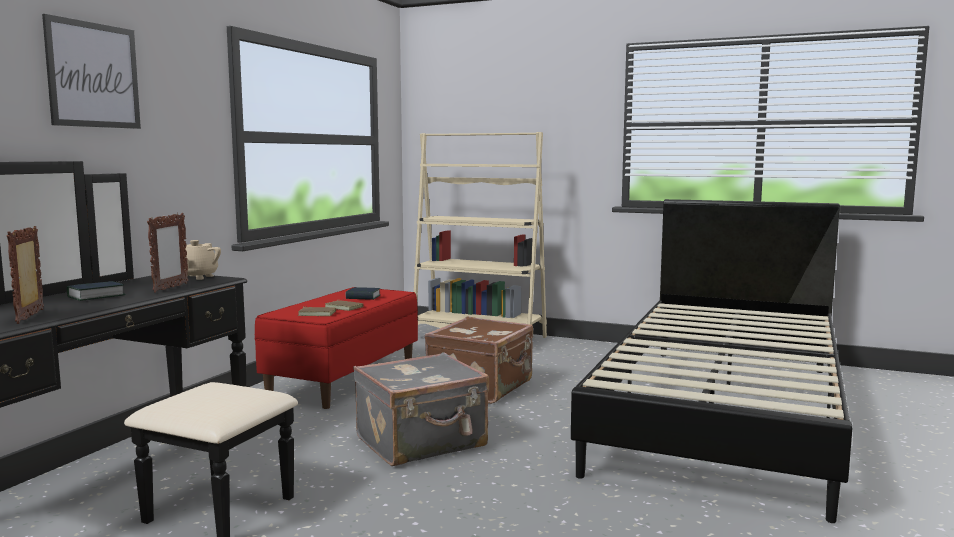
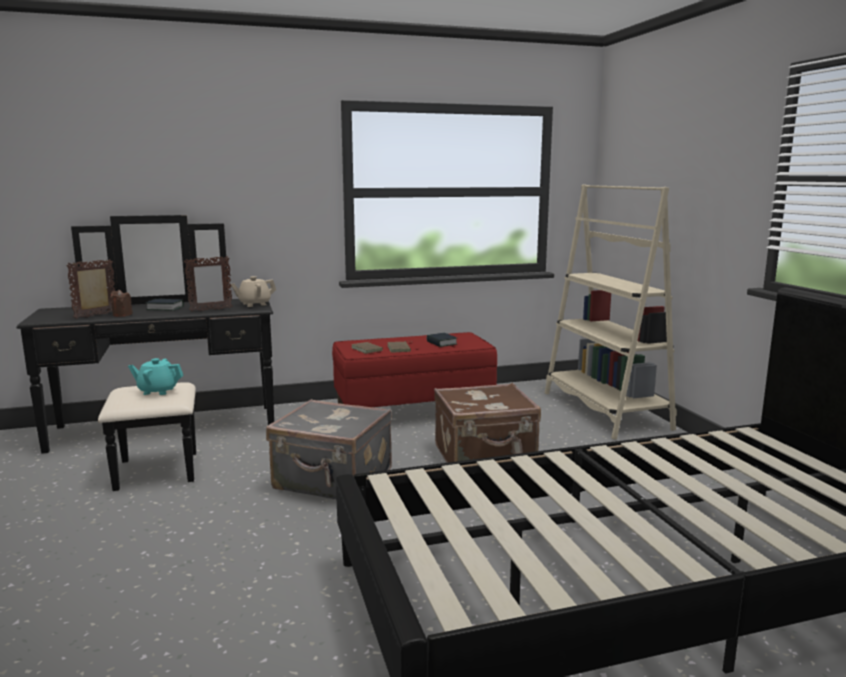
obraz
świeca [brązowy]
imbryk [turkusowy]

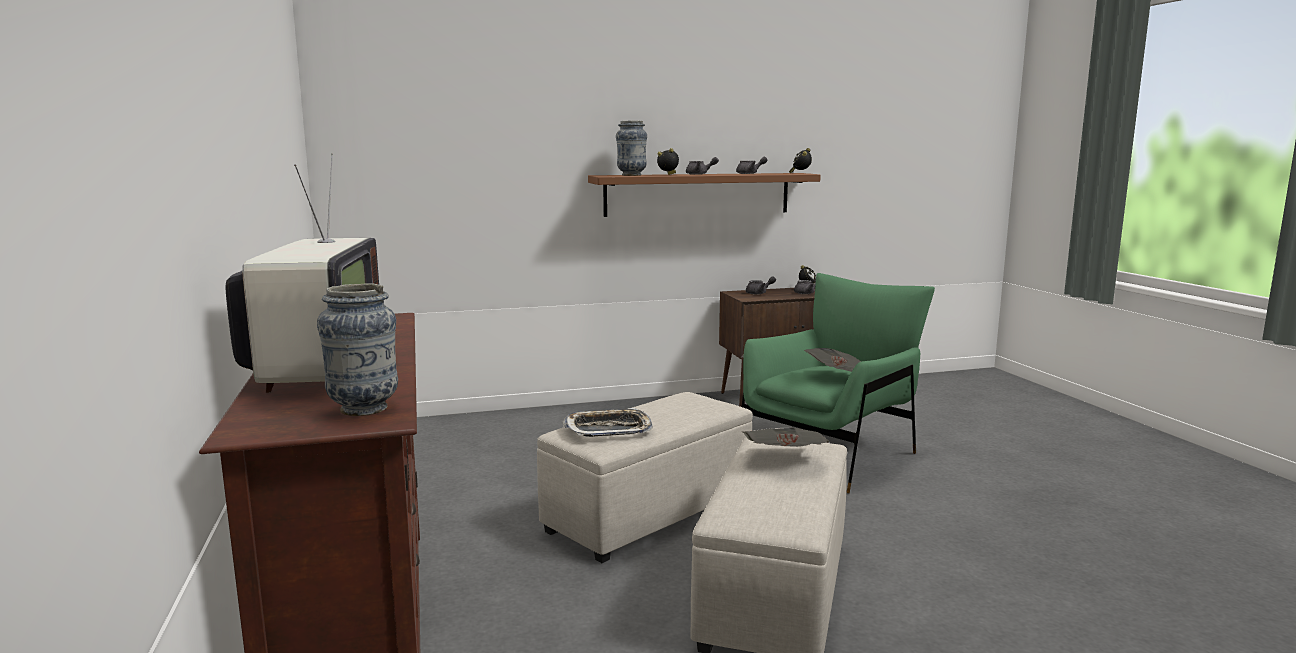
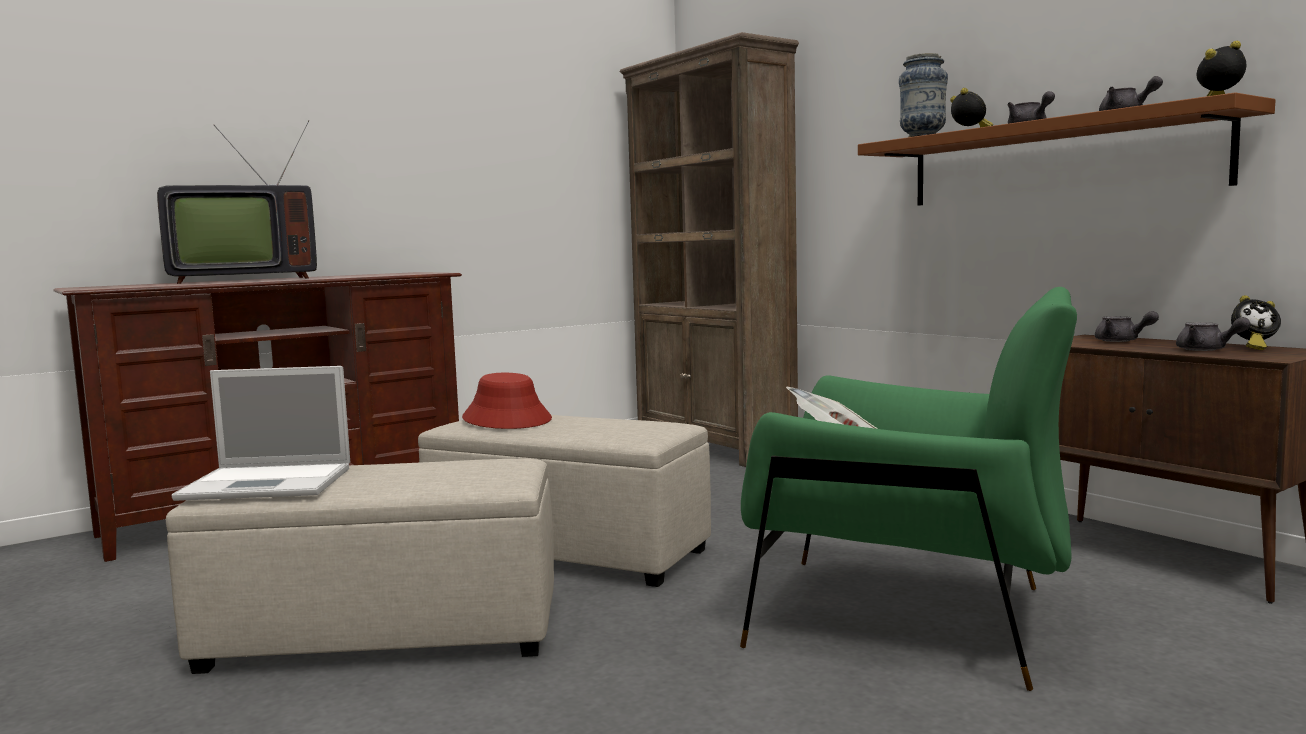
wazon (1st from left in the first image)
kapelusz [czerwony]
gazeta (1st from left in the first image)
regał [brązowy]
laptop

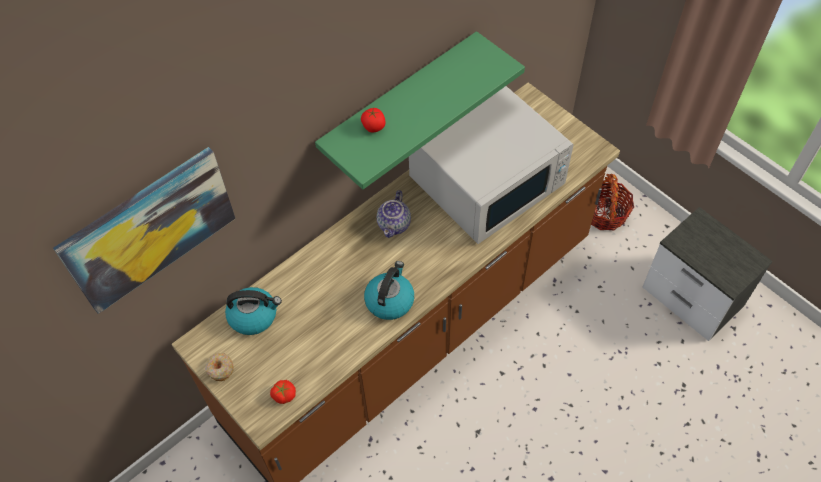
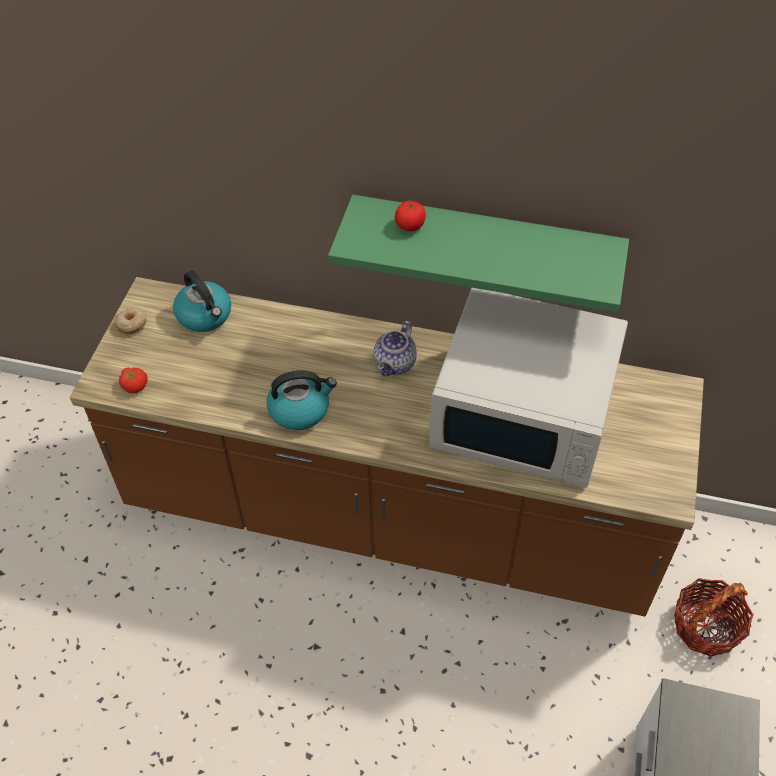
obraz
imbryk

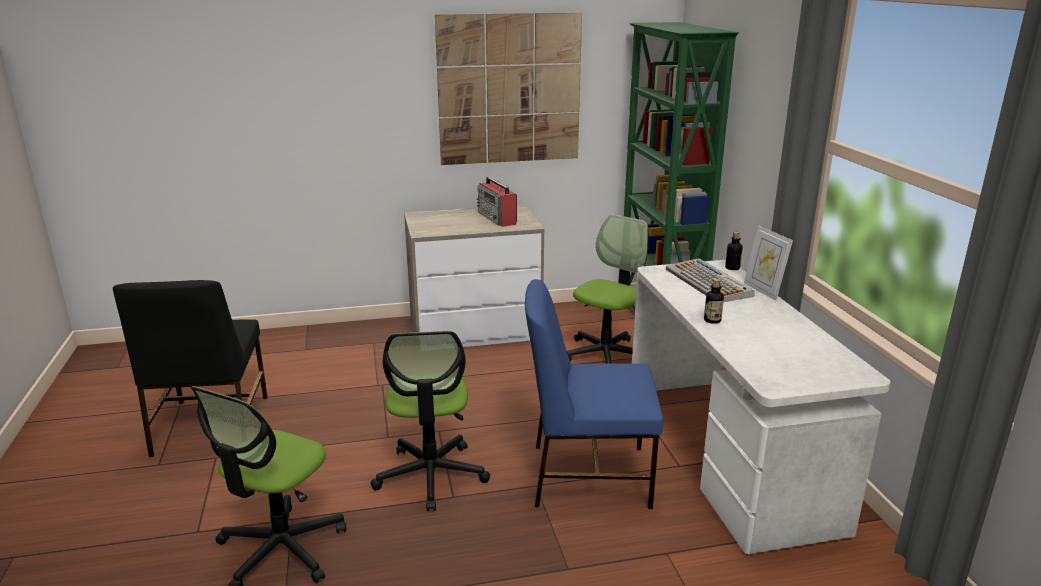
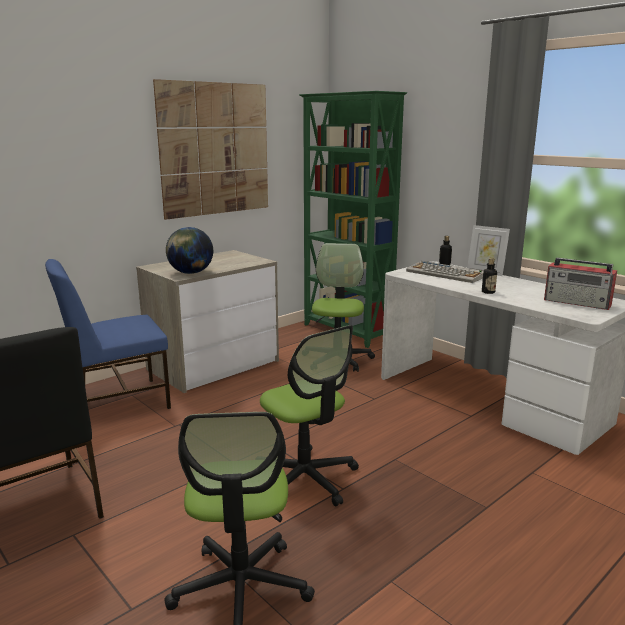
radio
krzesło [niebieski]
globus

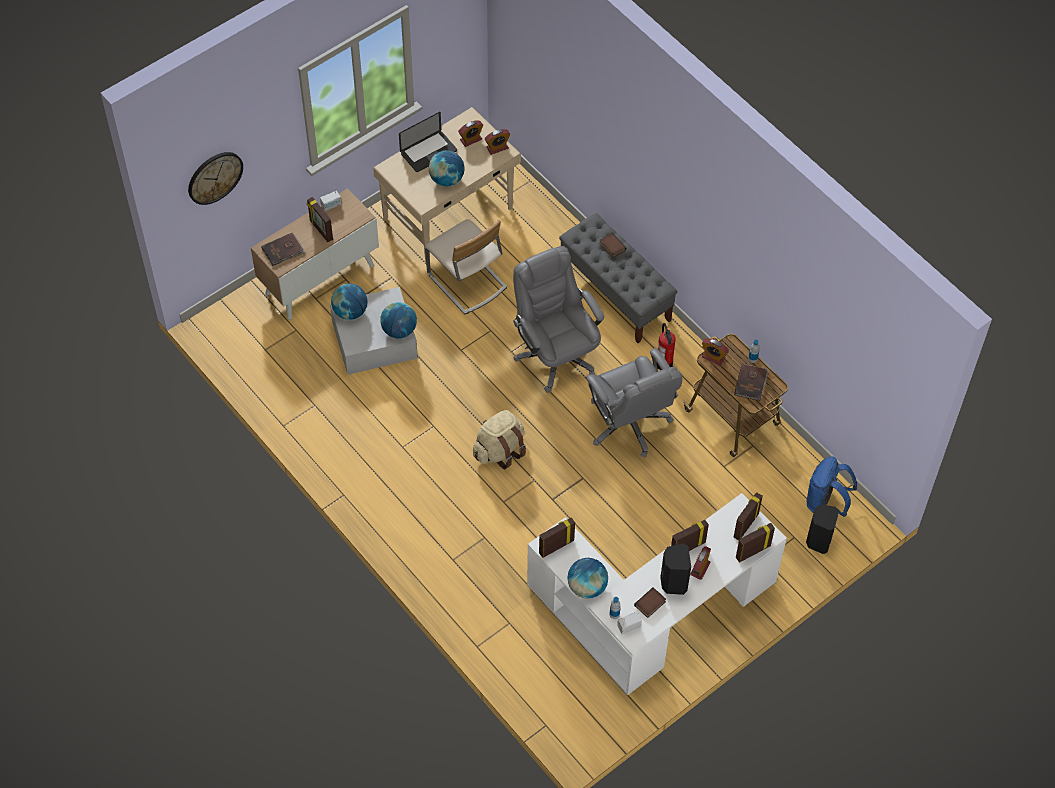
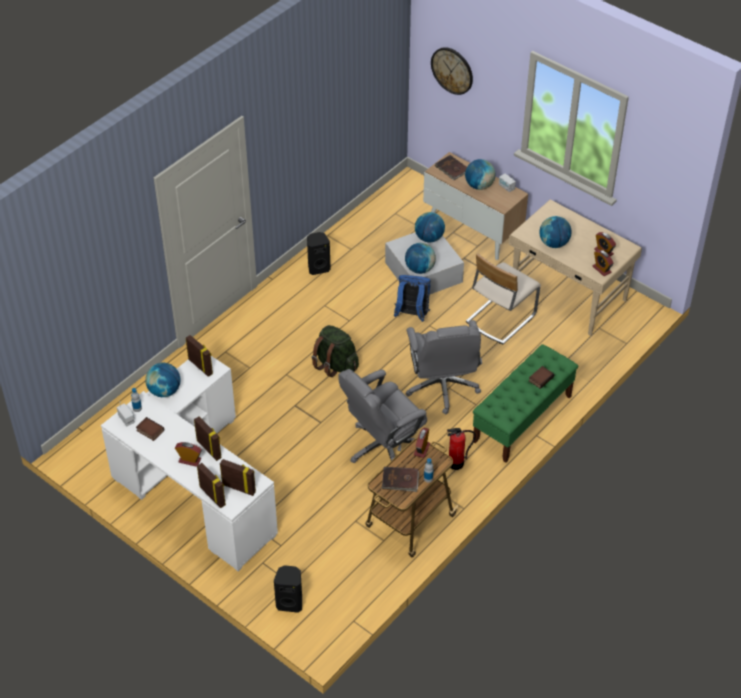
laptop
globus (4th from left)
ławka [zielony]
krzesło biurowe [szary] (2nd from left)
plecak [zielony]
plecak [niebieski]
głośnik [czarny] (2nd from left)

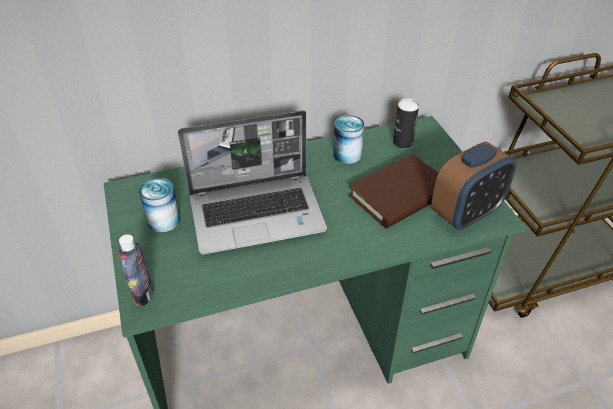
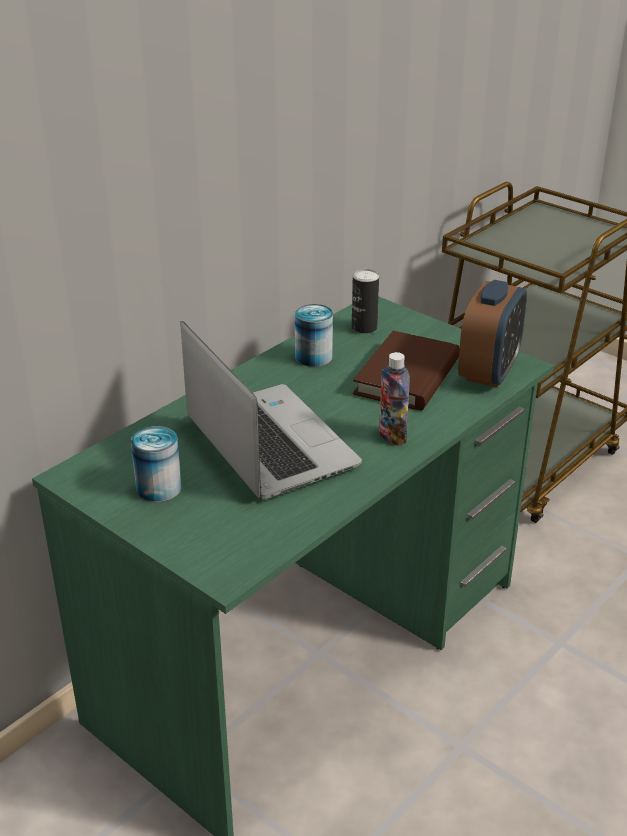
laptop
butelka

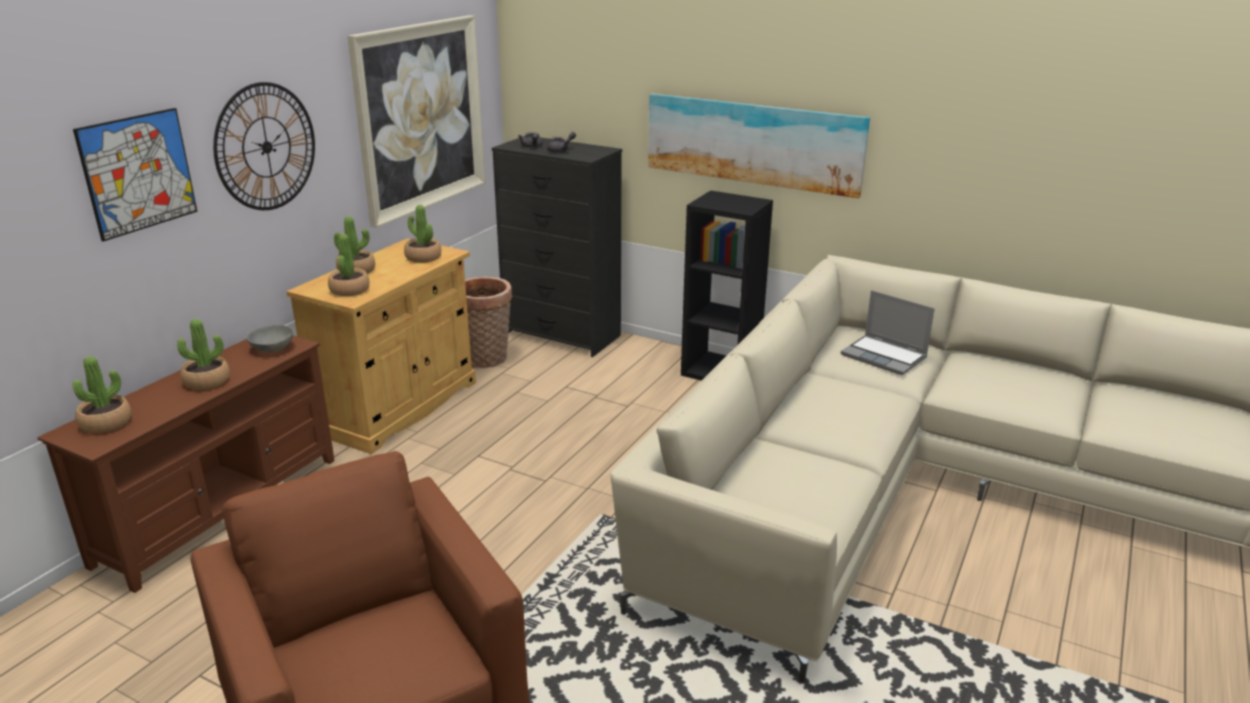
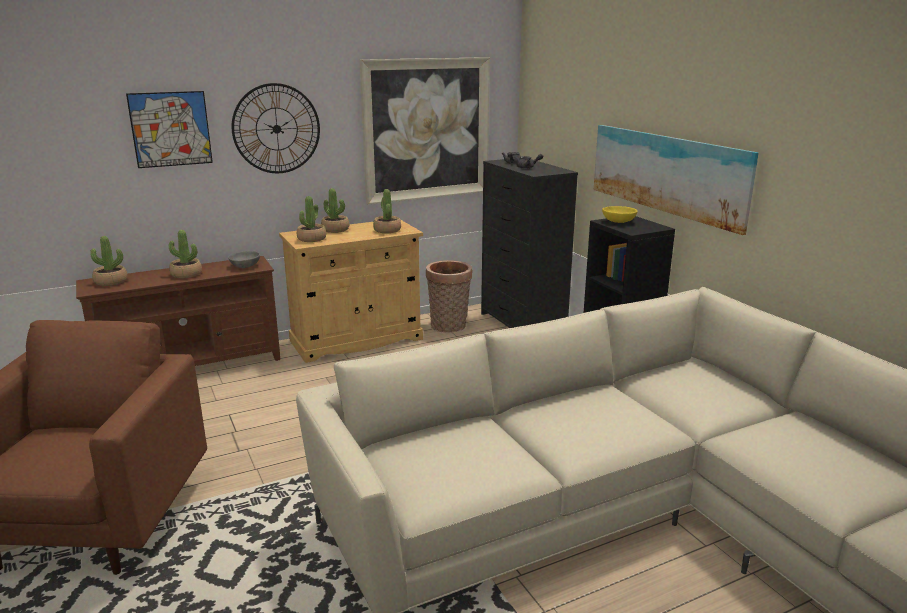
laptop
miska [żółty]

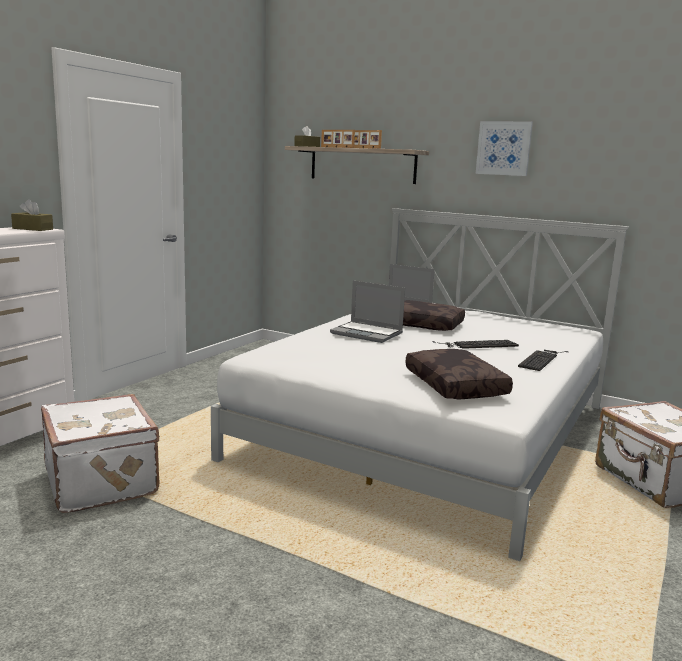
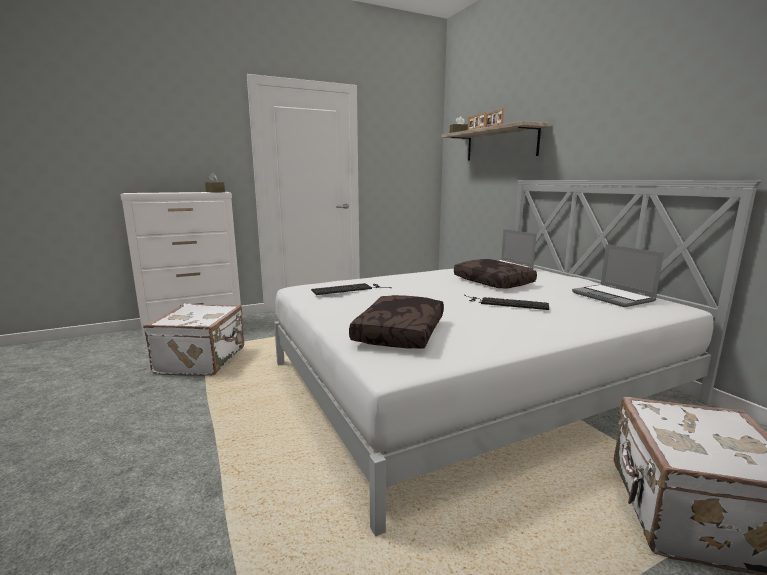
obraz
laptop (2nd from left)
klawiatura (1st from left)

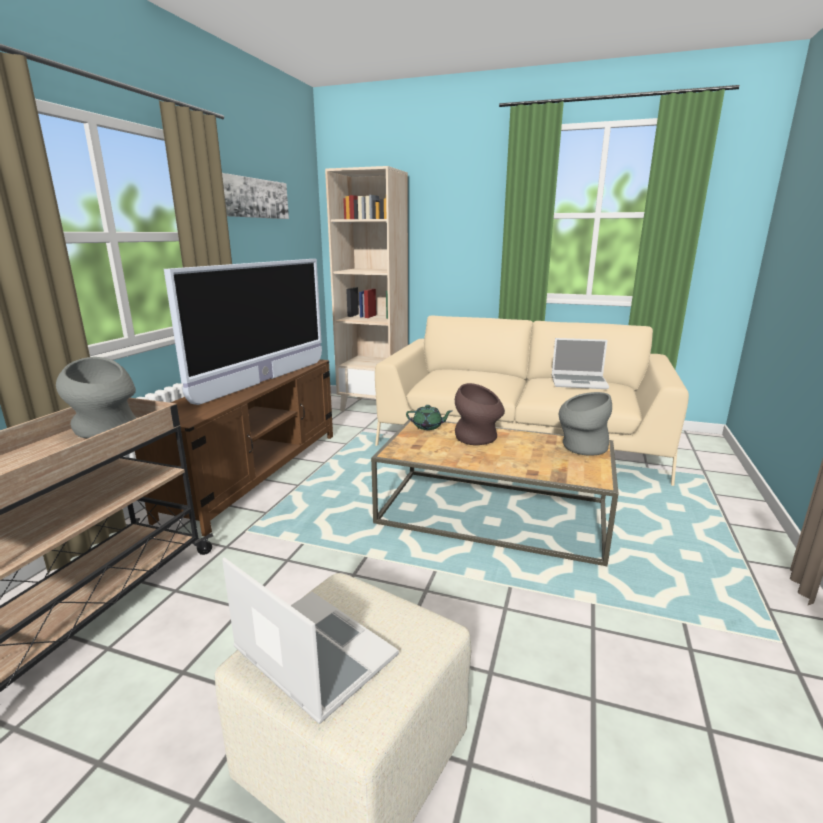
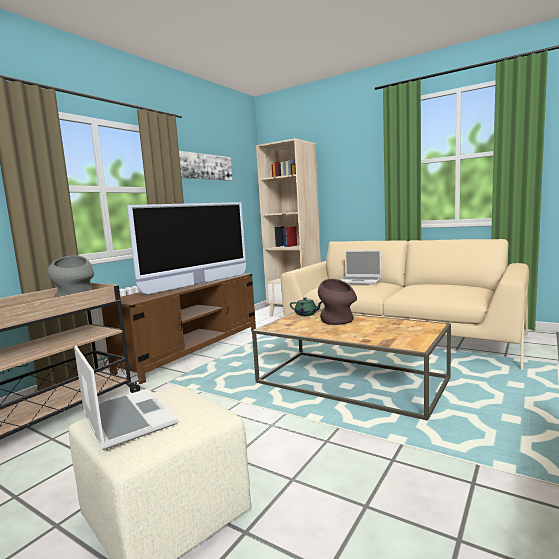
laptop (2nd from left)
wazon [szary] (2nd from left in the first image)

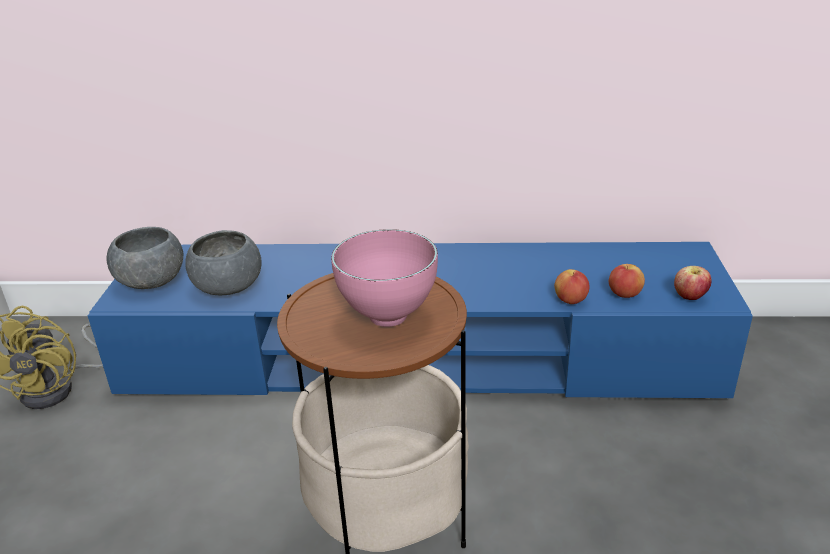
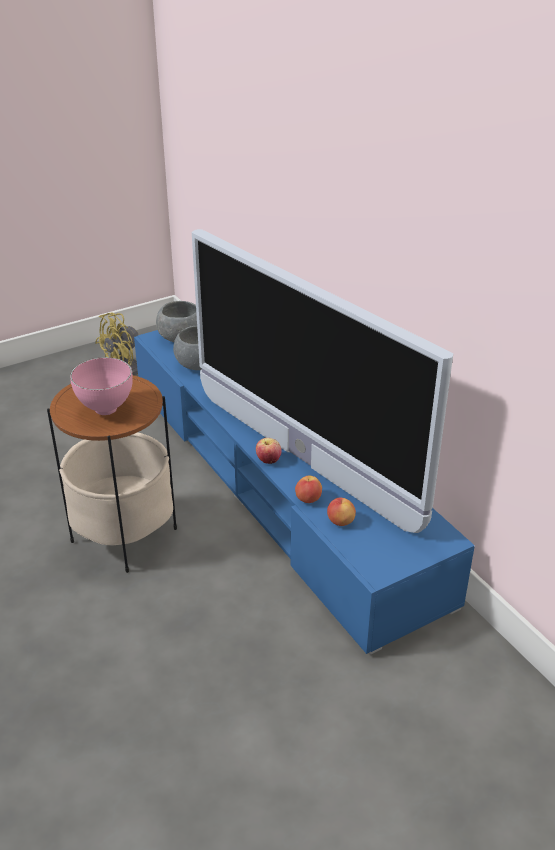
jabłko (1st from left)
telewizor

